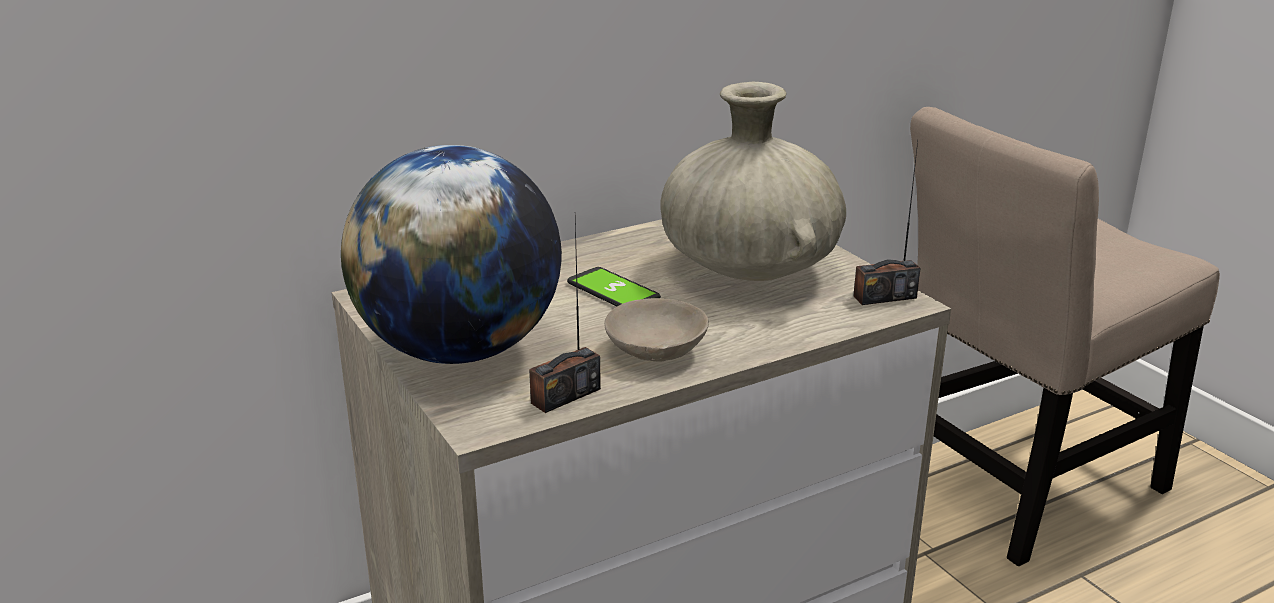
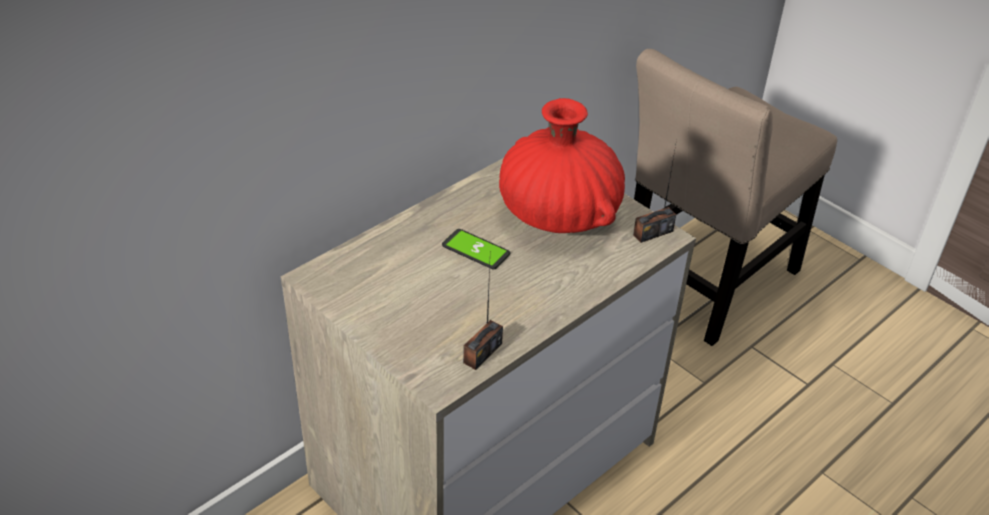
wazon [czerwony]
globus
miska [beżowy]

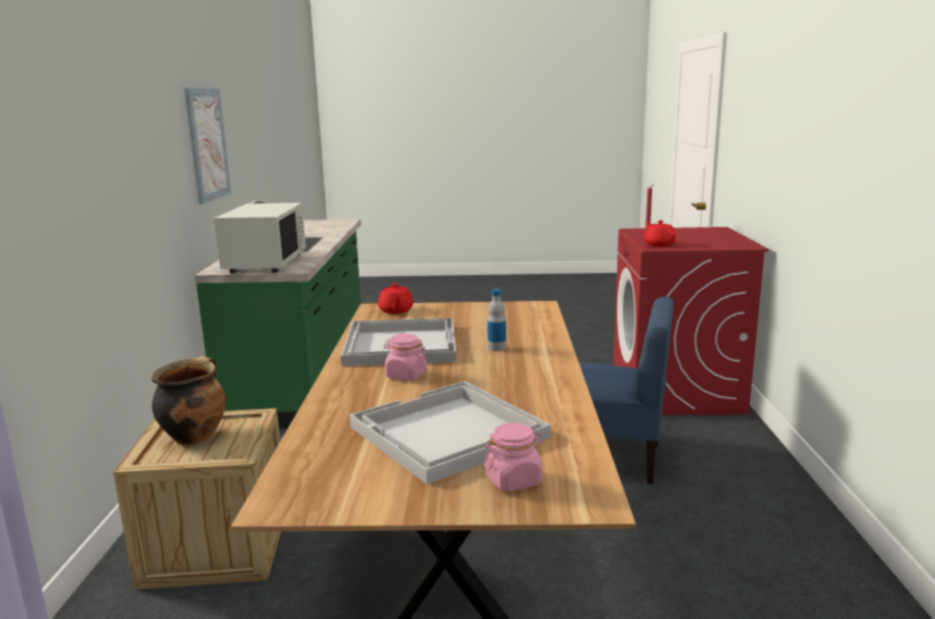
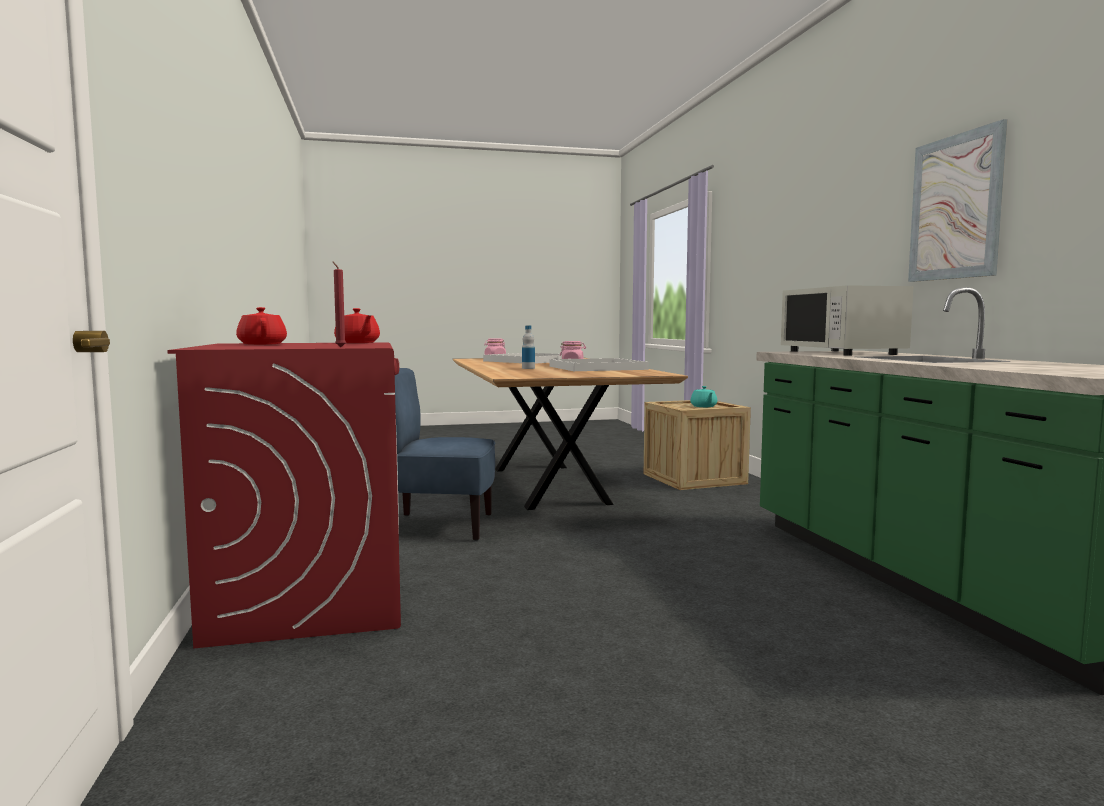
imbryk [czerwony] (1st from left)
imbryk [turkusowy]

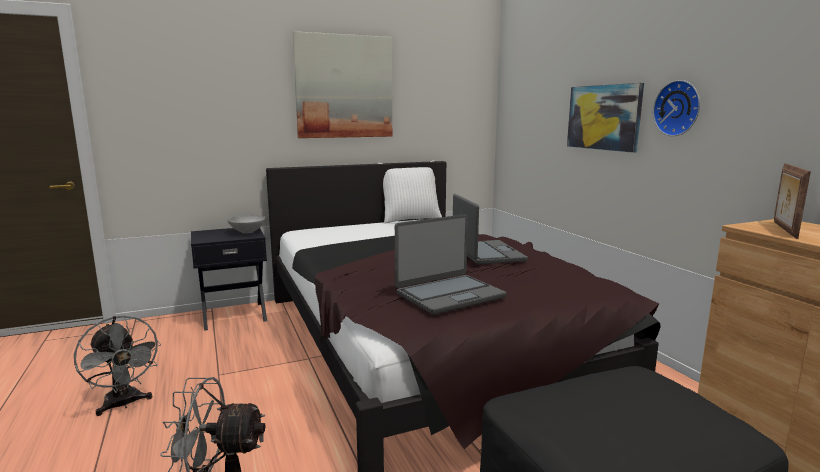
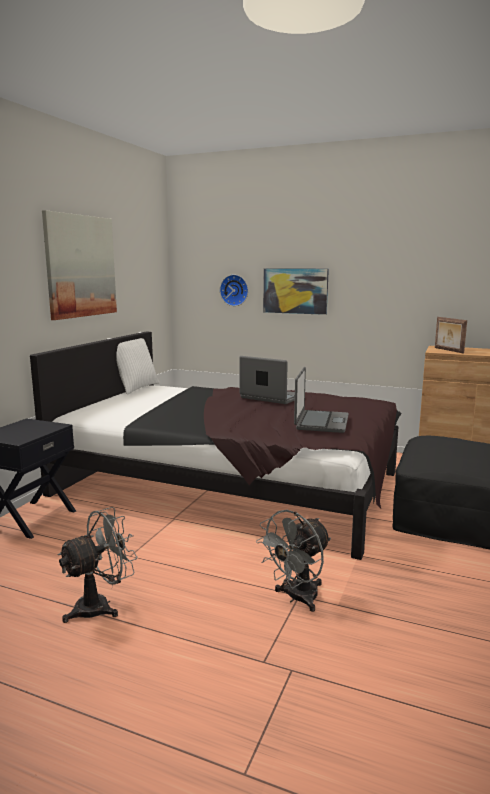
zegar ścienny
miska [szary]
wentylator [szary] (1st from left)

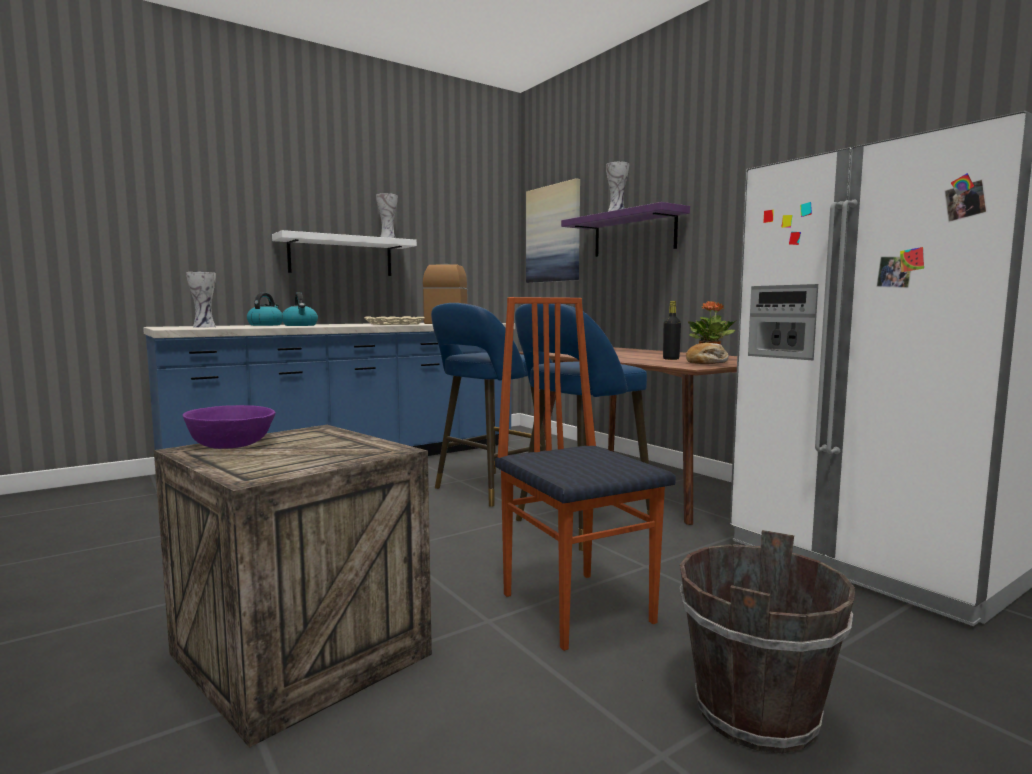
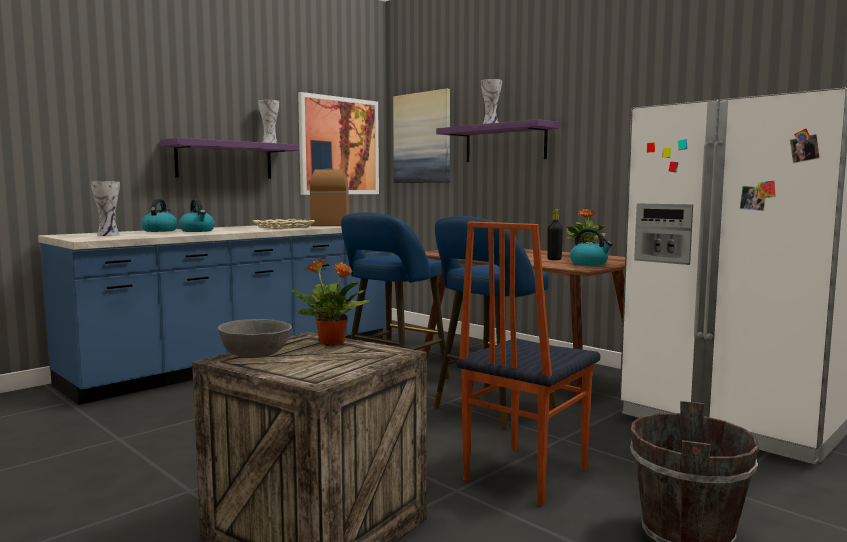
półka [fioletowy] (1st from left)
krzesło
czajnik (3rd from left)
miska [szary]
obraz (1st from left)
roślina doniczkowa (1st from left)

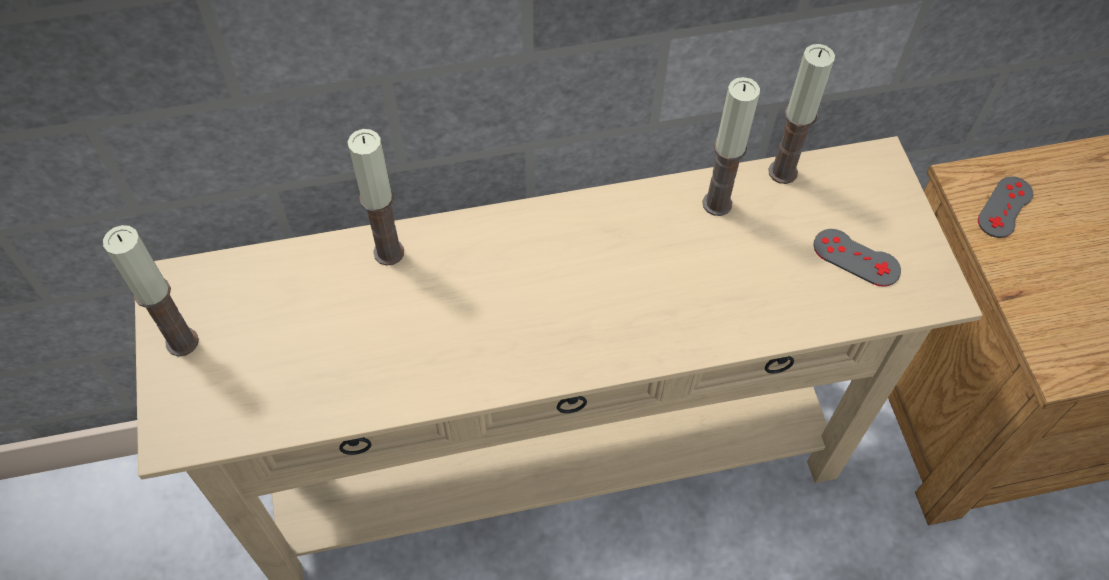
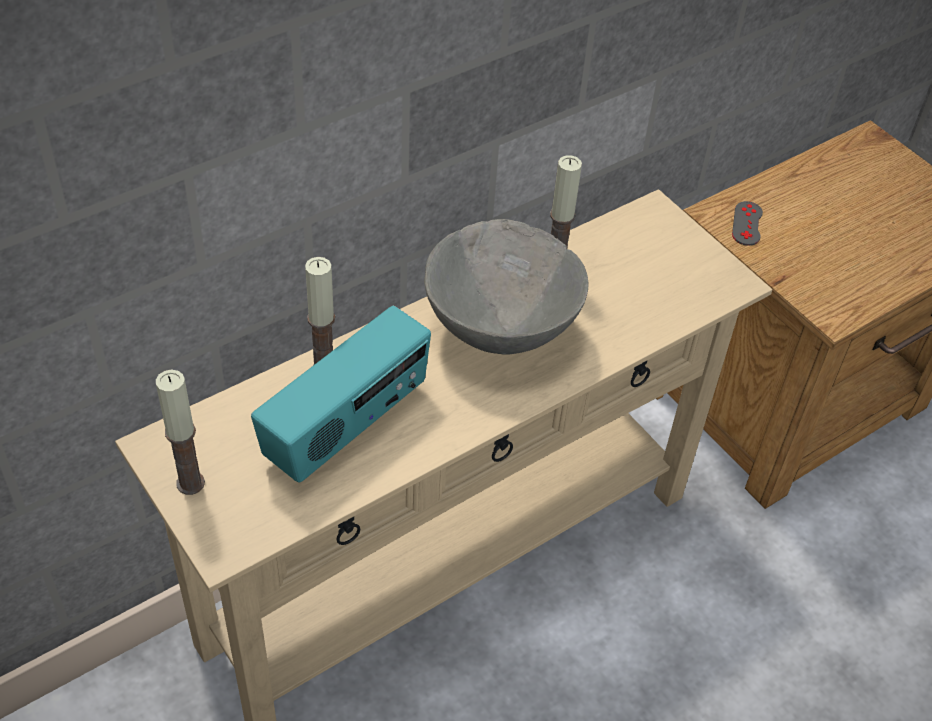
świeca (4th from left in the first image)
pad do gier [szary] (1st from left in the first image)
miska [szary]
radio

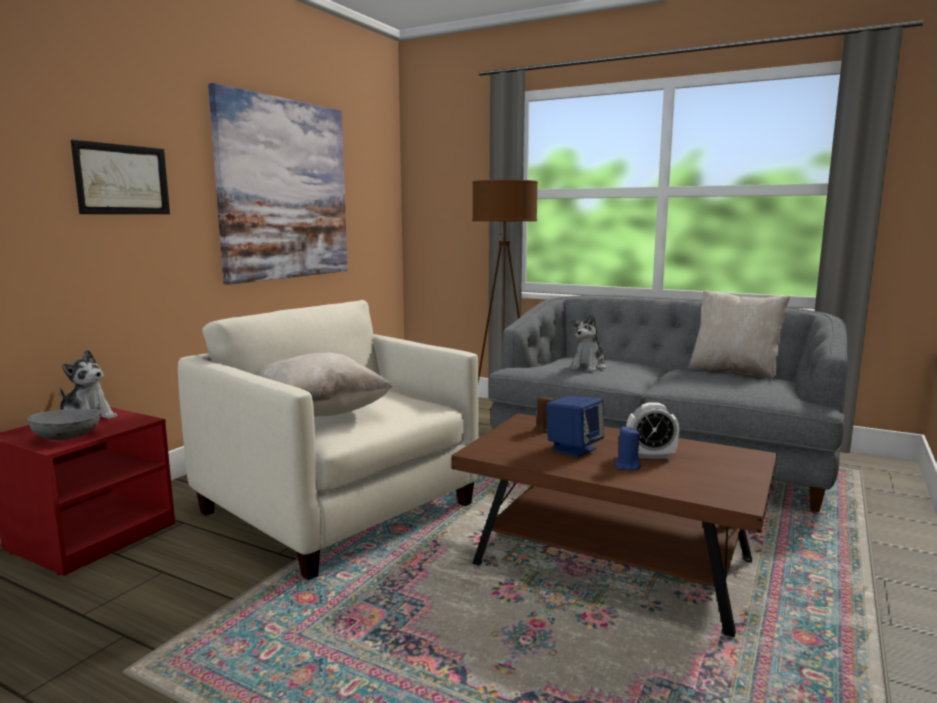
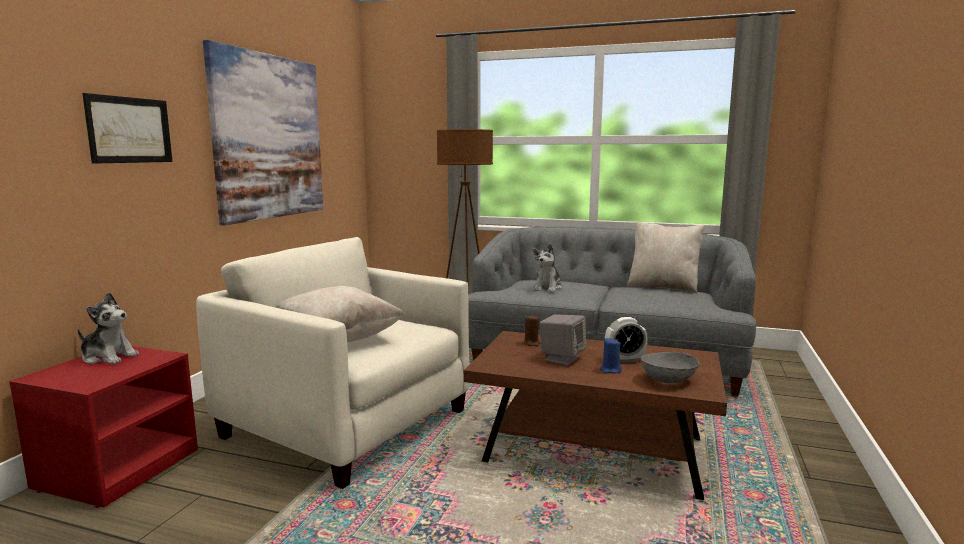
głośnik [szary]
miska [szary]

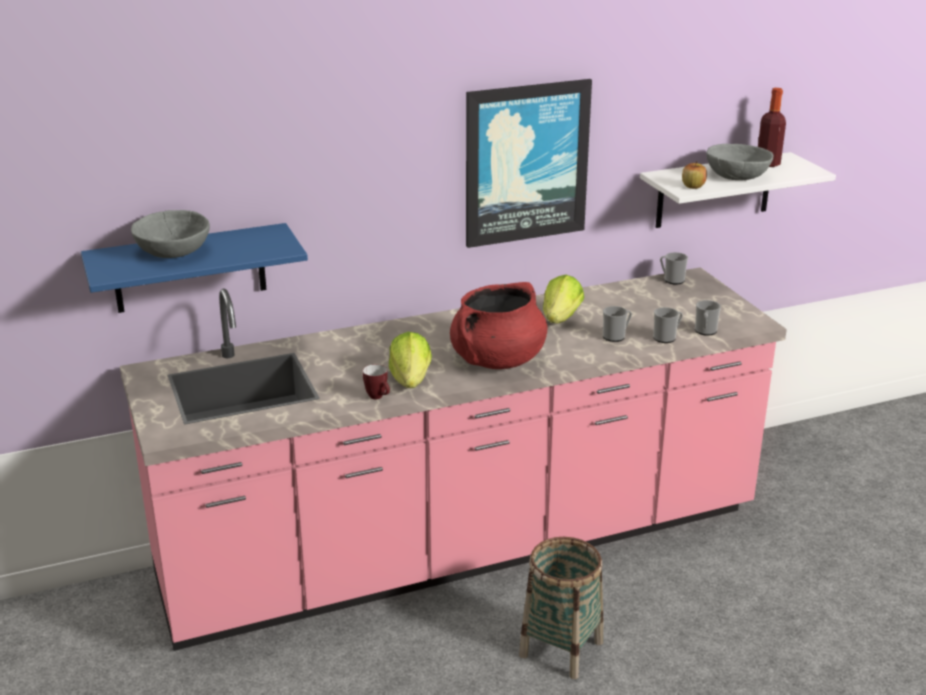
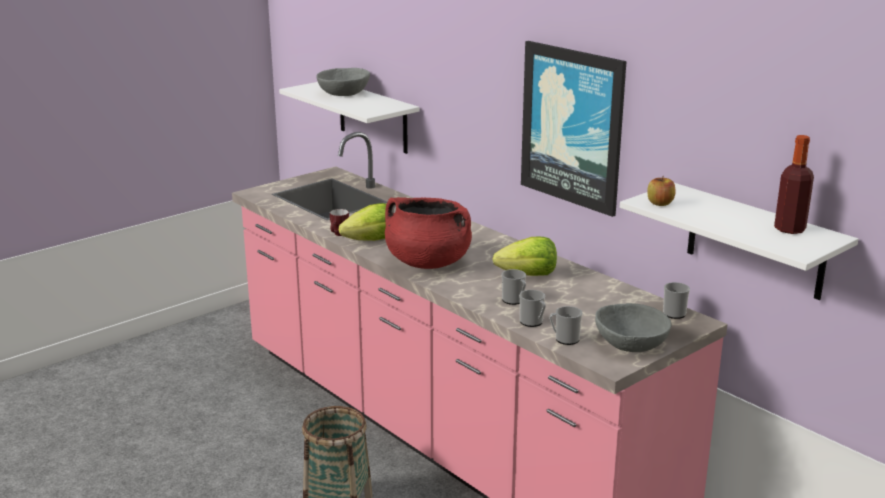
miska [szary] (2nd from left)
półka [biały] (1st from left)

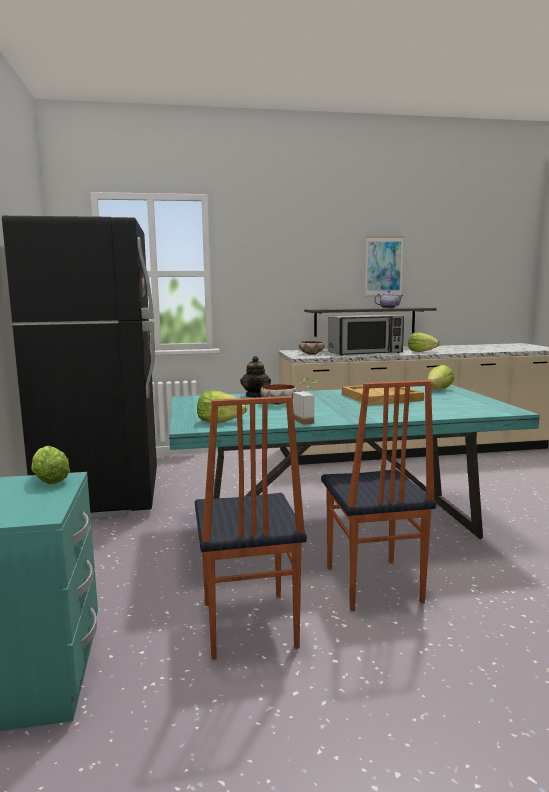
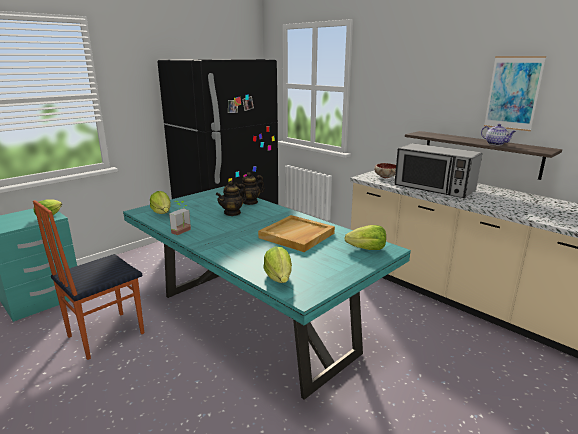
sałata (3rd from left)
krzesło (2nd from left in the first image)
imbryk (1st from left)

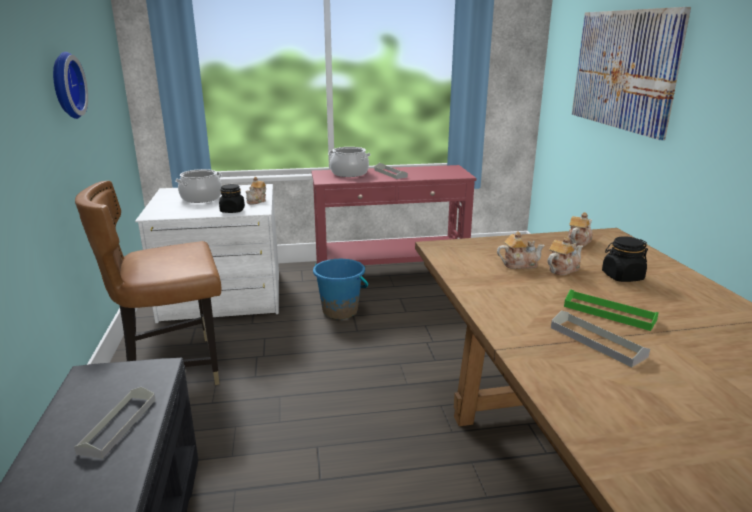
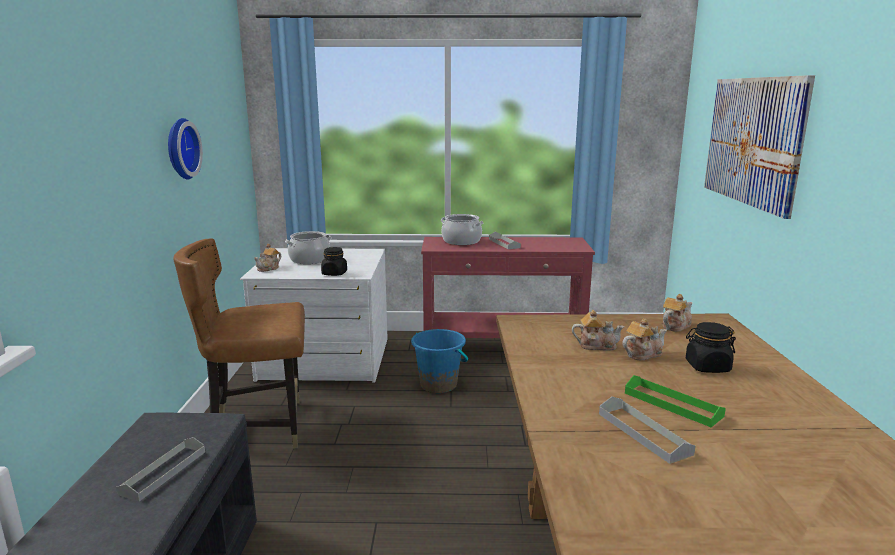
imbryk (1st from left)

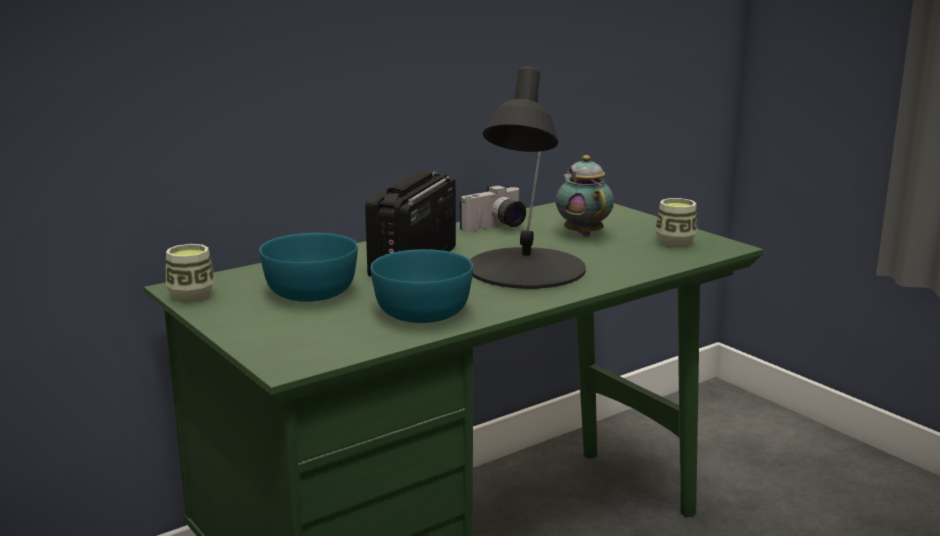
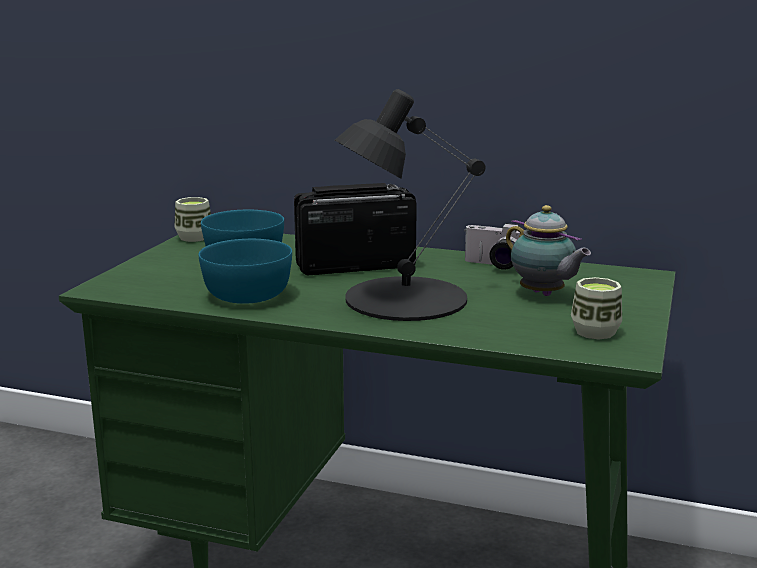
imbryk

